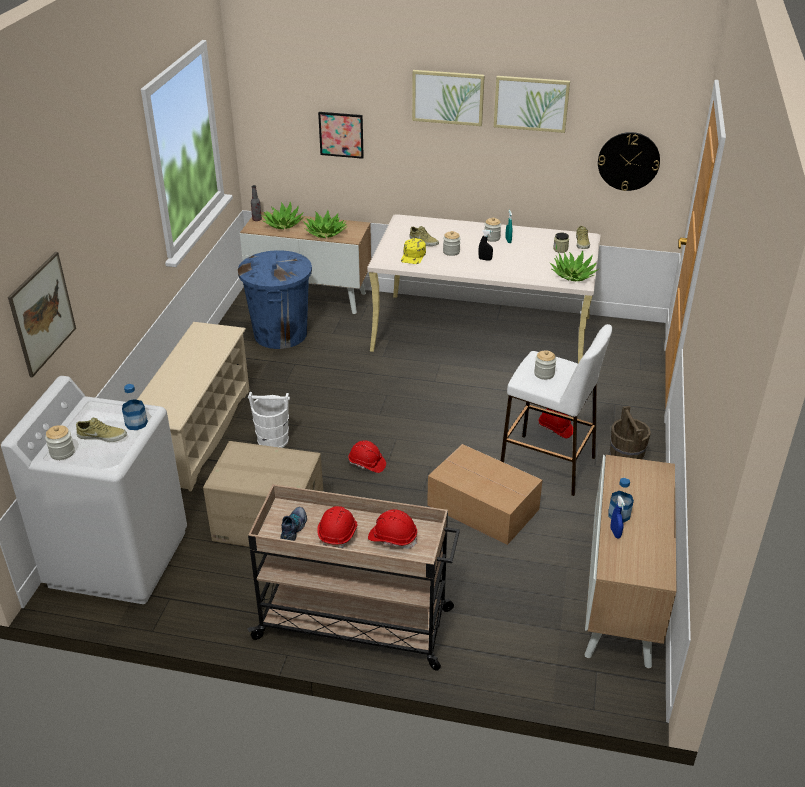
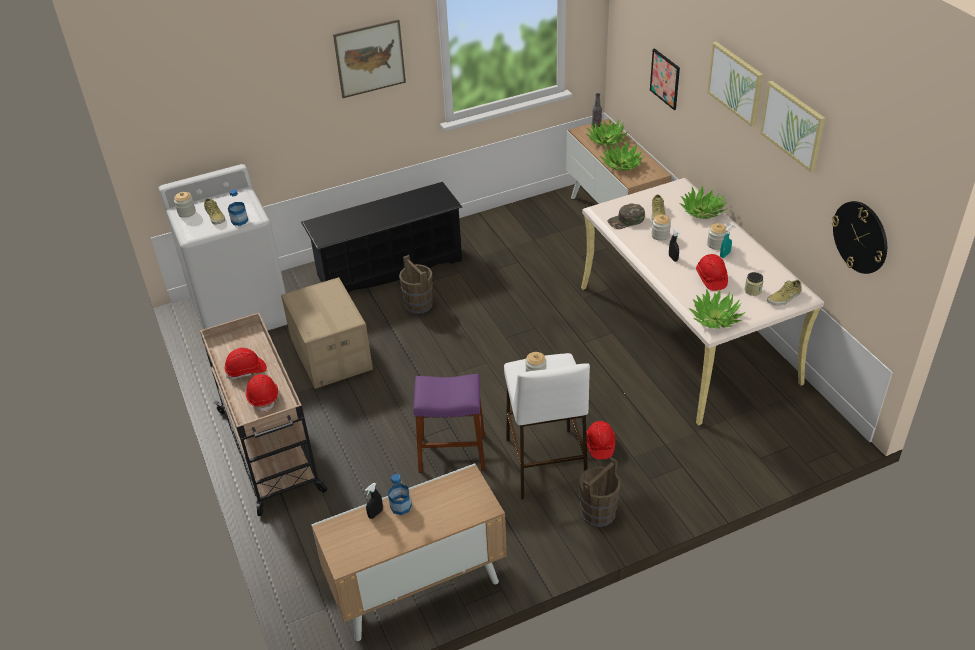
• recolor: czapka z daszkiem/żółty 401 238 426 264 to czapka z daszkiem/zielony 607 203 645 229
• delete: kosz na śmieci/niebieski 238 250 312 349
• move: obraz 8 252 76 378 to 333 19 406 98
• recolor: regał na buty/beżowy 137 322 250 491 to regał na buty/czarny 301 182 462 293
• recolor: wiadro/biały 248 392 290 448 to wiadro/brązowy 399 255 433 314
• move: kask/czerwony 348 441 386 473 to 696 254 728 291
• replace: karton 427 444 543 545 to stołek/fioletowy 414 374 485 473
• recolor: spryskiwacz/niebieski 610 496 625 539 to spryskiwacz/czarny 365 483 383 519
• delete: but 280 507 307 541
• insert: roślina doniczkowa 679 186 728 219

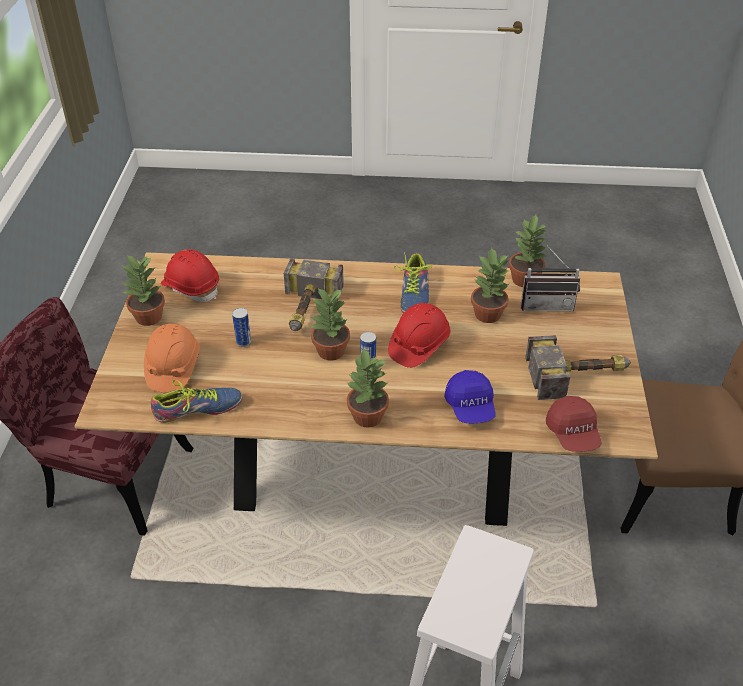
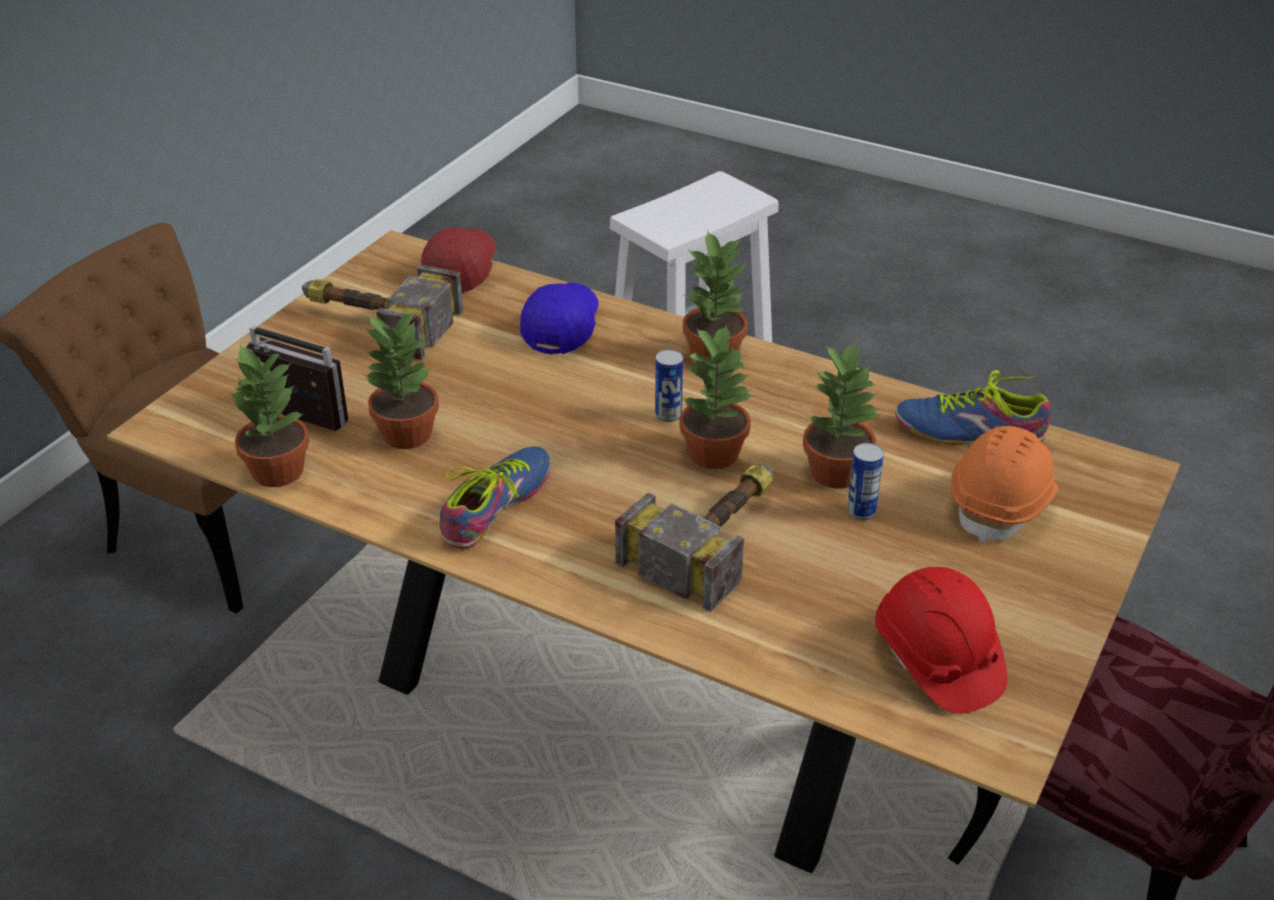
• move: roślina doniczkowa 122 255 165 326 to 803 341 881 489
• delete: kask/czerwony 388 303 451 368

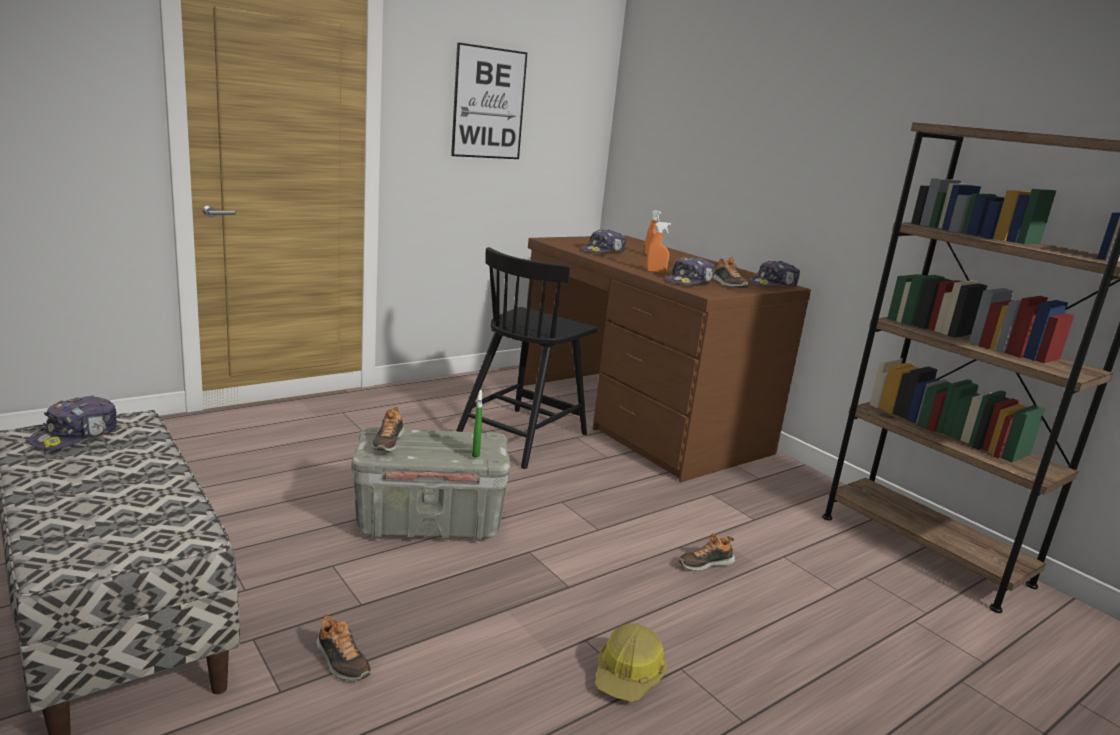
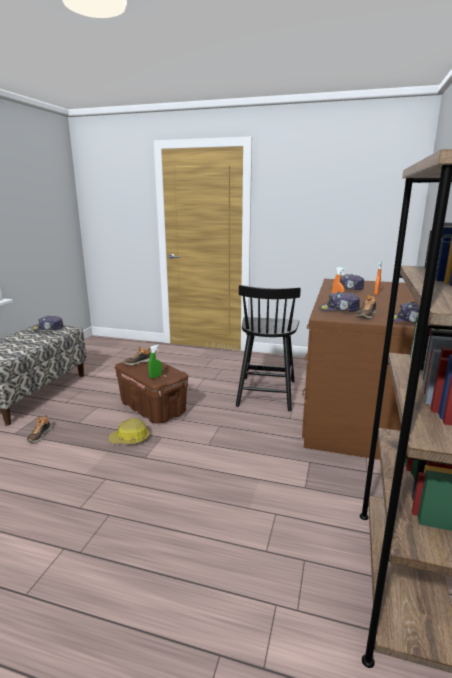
• delete: obraz 451 42 527 159
• rotate: krzesło/czarny 456 247 598 469 = 236 285 301 411 75 degrees counterclockwise
• recolor: pojemnik do przechowywania/szary 351 427 511 541 to pojemnik do przechowywania/brązowy 115 362 188 424
• delete: but 679 533 735 571
• move: kask 595 624 667 702 to 109 418 150 444

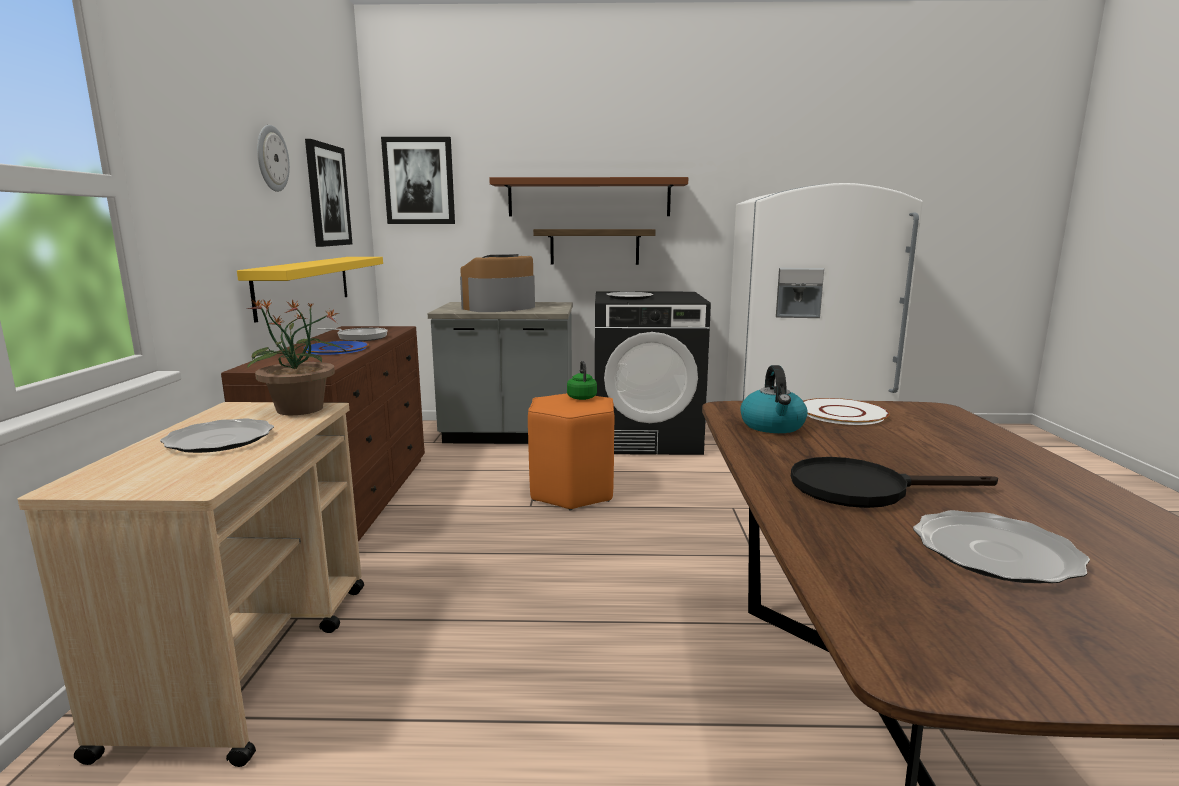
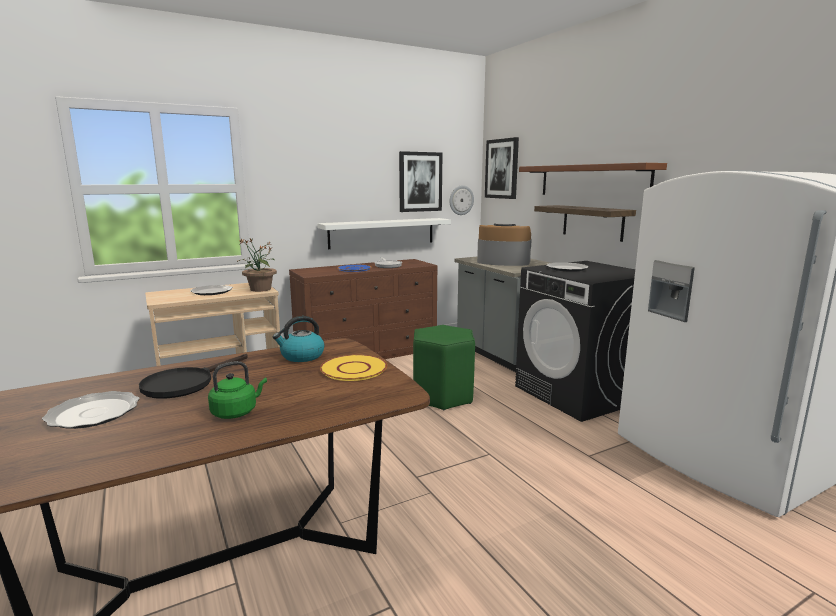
• move: zegar ścienny 257 125 290 192 to 450 185 474 215
• recolor: półka/żółty 237 257 383 323 to półka/biały 317 218 451 249
• move: czajnik/zielony 567 361 597 400 to 208 361 267 419
• recolor: stołek/pomarańczowy 528 393 614 511 to stołek/zielony 413 325 475 410
• recolor: talerz/biały 803 398 890 425 to talerz/żółty 320 355 387 381
• rotate: patelnia/czarny 791 457 998 508 = 139 354 248 399 120 degrees counterclockwise

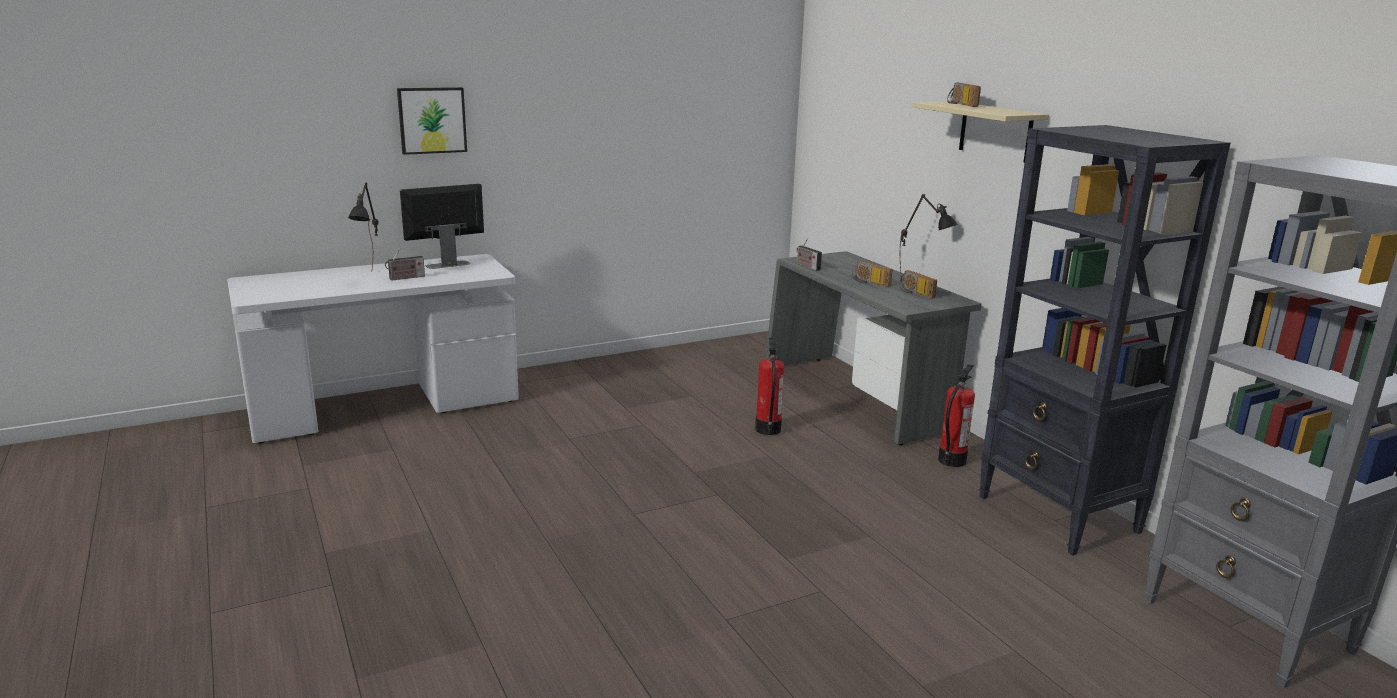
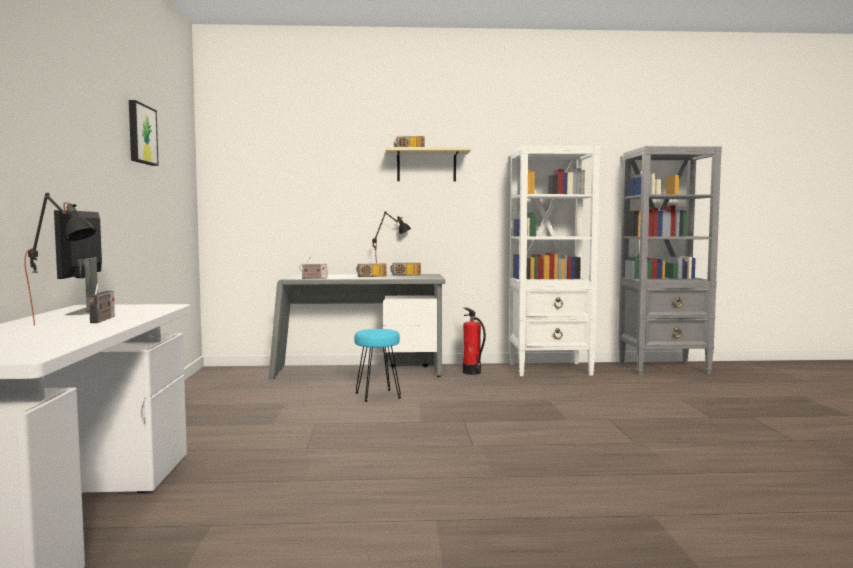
• move: obraz 397 87 467 155 to 129 100 159 166
• recolor: regał/czarny 979 125 1231 556 to regał/biały 509 145 600 376
• replace: gaśnica 755 337 784 435 to stołek/turkusowy 354 329 401 402

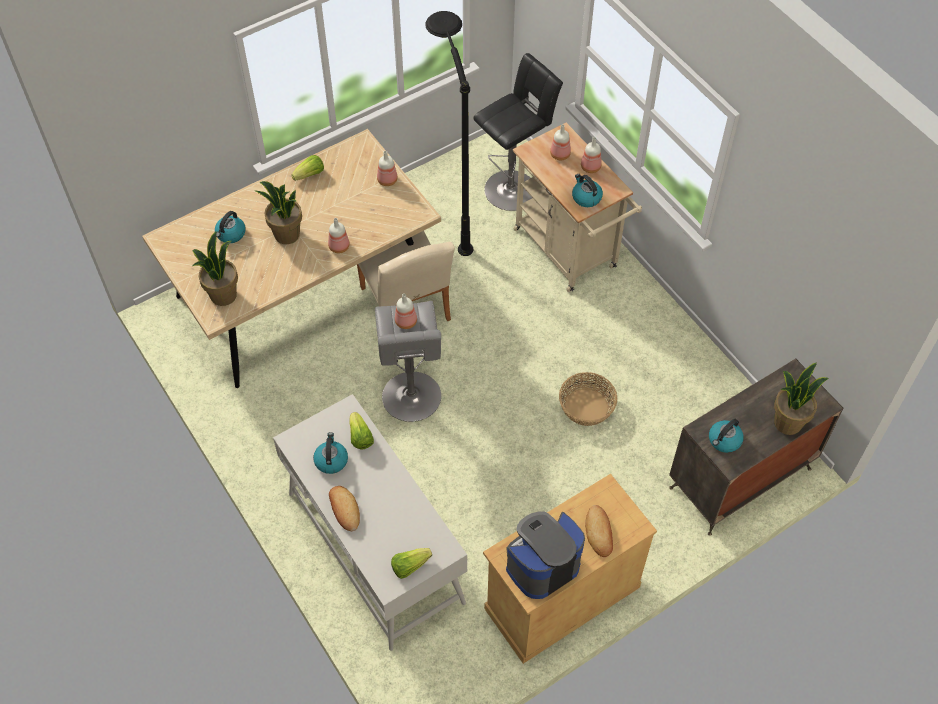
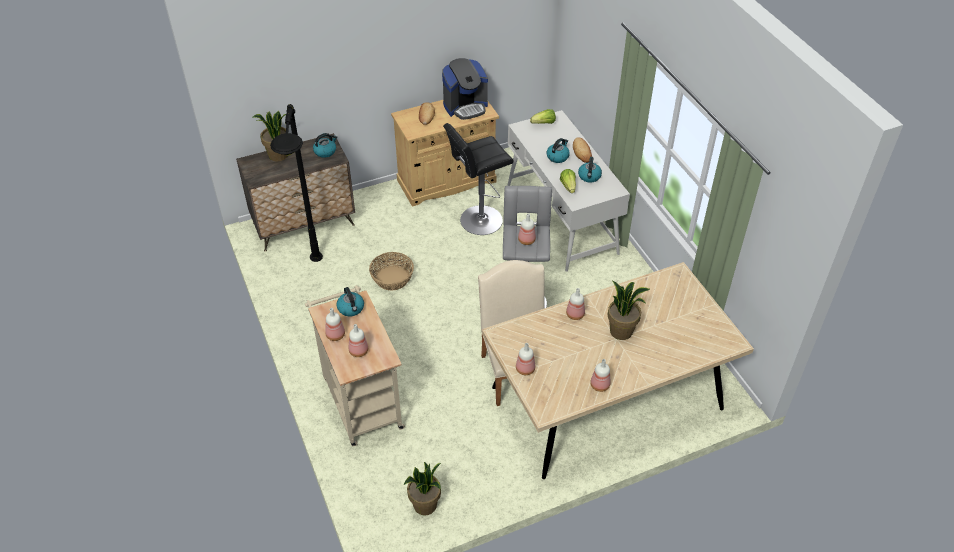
• move: lampa stojąca/czarny 425 11 473 256 to 270 104 323 262
• move: stołek/czarny 473 53 563 211 to 443 123 514 235
• replace: sałata 291 155 324 181 to butelka 590 359 611 392
• move: czajnik 215 211 246 243 to 547 138 570 163
• move: roślina doniczkowa 192 231 238 306 to 403 462 441 515

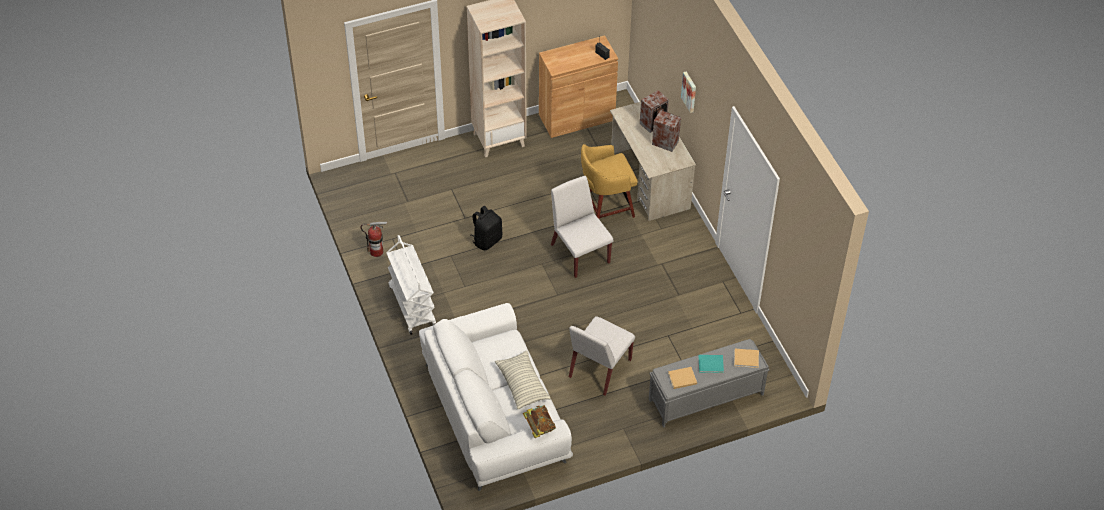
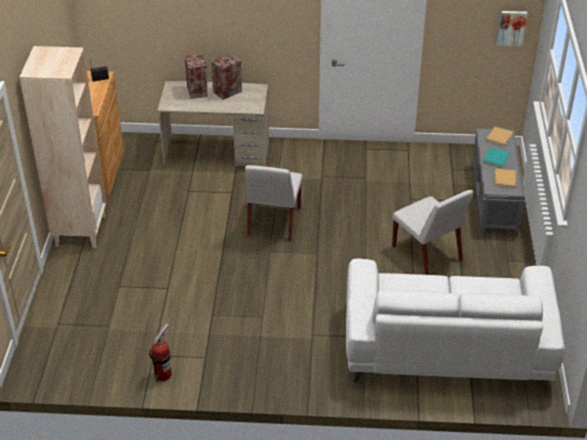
• move: obraz 681 72 696 113 to 497 11 528 47
• delete: stołek/żółty 581 144 637 219
• rotate: krzesło/biały 551 176 613 278 = 245 165 302 242 75 degrees counterclockwise
• delete: plecak/czarny 471 206 502 250
• delete: wózek/biały 386 235 436 335
• delete: poduszka 495 350 551 409
• delete: książka 523 405 556 438

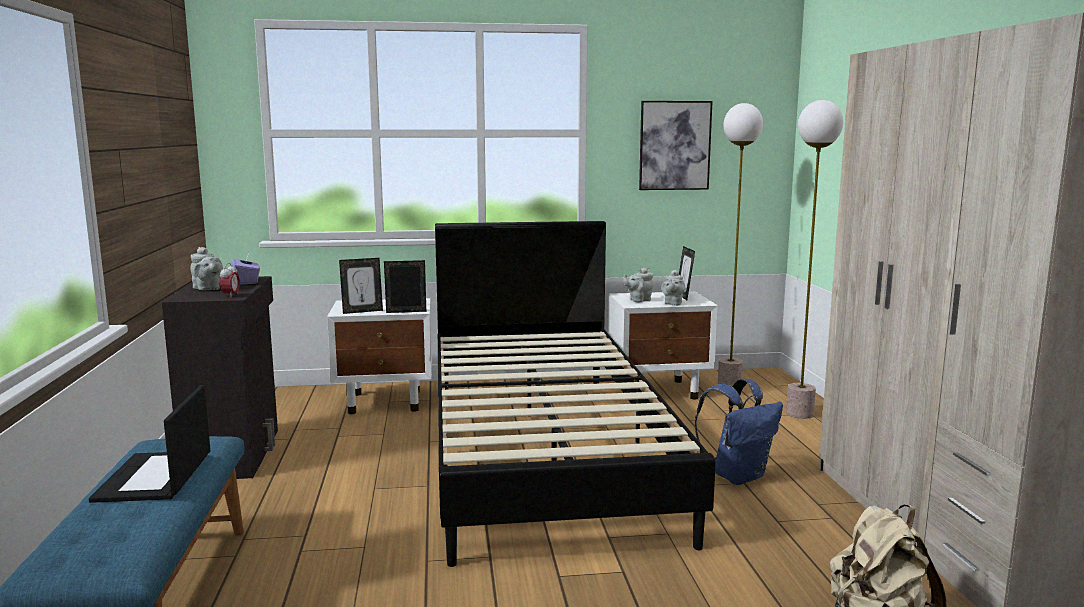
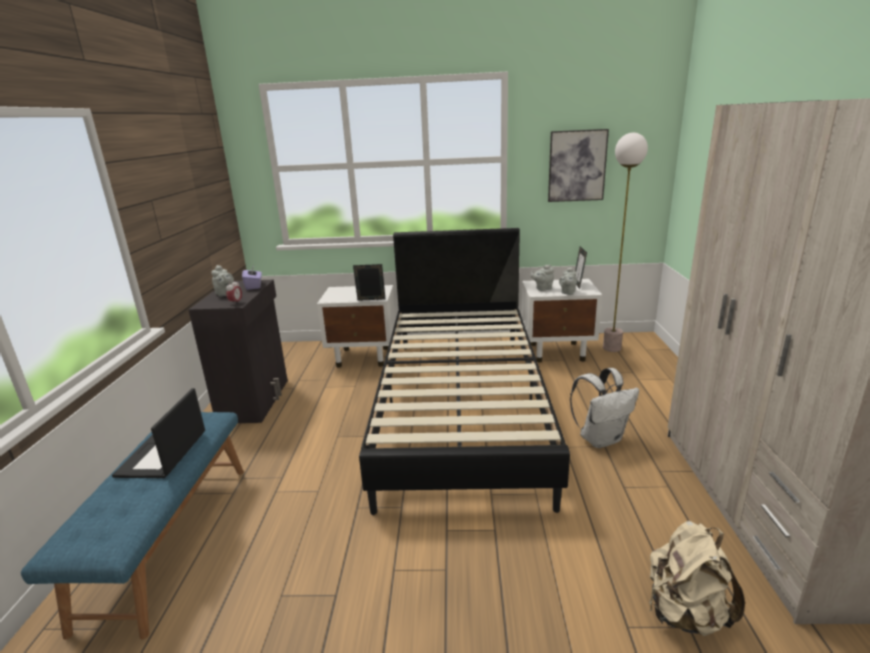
• delete: lampa stojąca 786 100 843 419
• delete: ramka na zdjęcie 339 258 383 314
• recolor: plecak/niebieski 695 378 783 485 to plecak/biały 570 368 639 448

